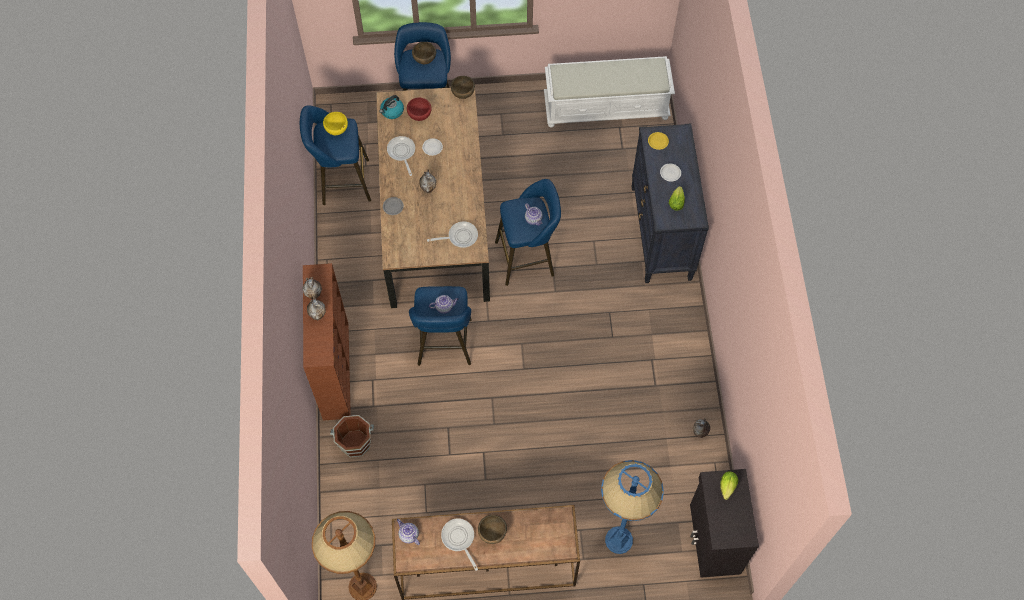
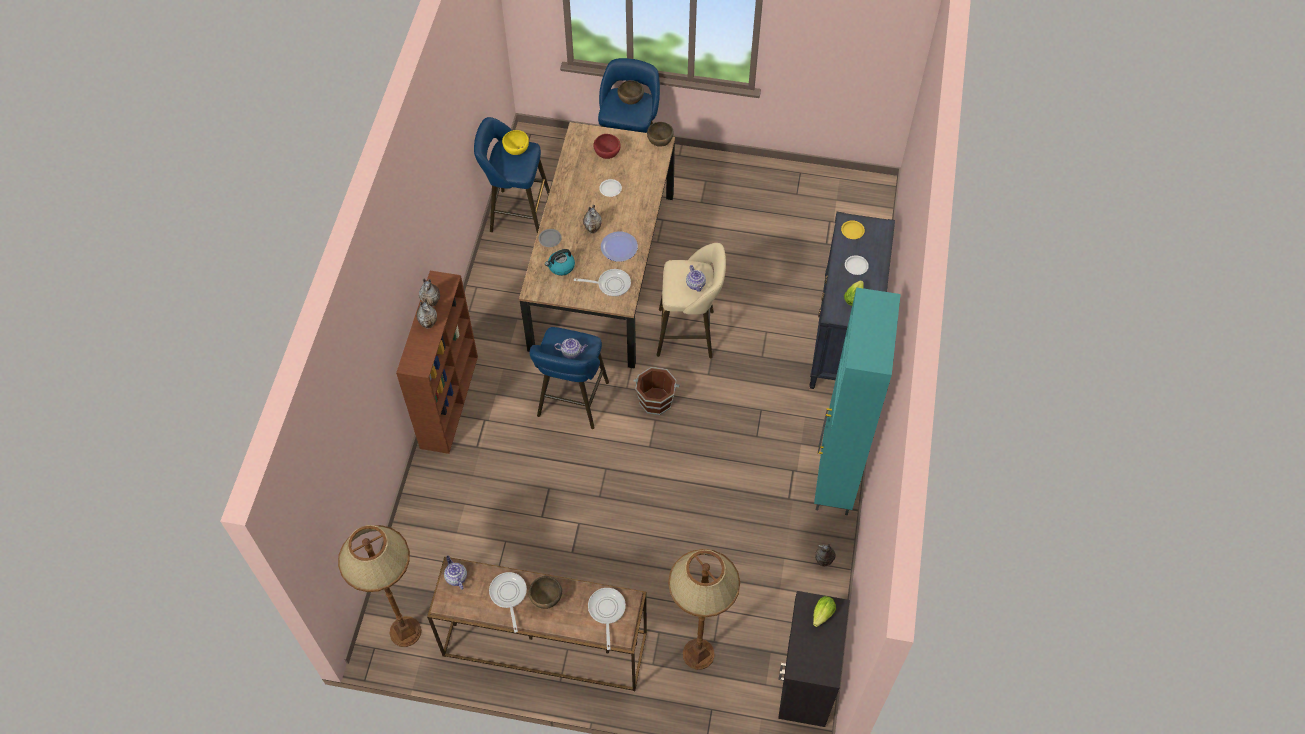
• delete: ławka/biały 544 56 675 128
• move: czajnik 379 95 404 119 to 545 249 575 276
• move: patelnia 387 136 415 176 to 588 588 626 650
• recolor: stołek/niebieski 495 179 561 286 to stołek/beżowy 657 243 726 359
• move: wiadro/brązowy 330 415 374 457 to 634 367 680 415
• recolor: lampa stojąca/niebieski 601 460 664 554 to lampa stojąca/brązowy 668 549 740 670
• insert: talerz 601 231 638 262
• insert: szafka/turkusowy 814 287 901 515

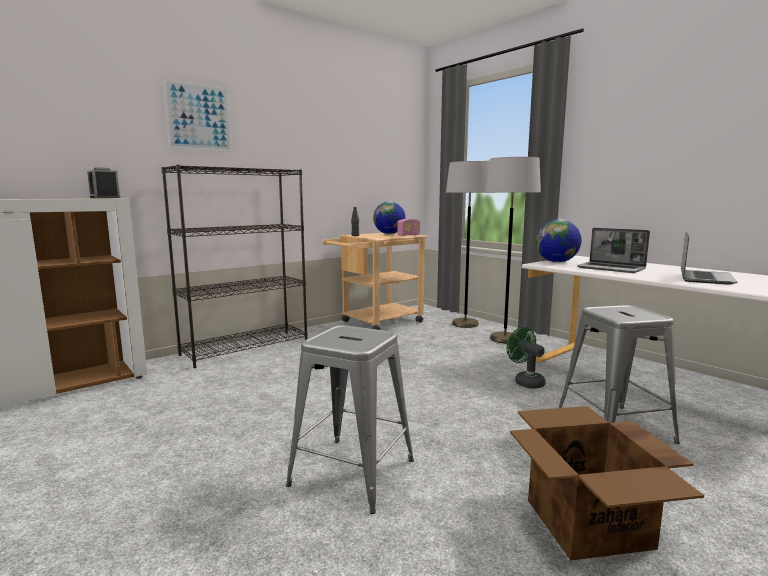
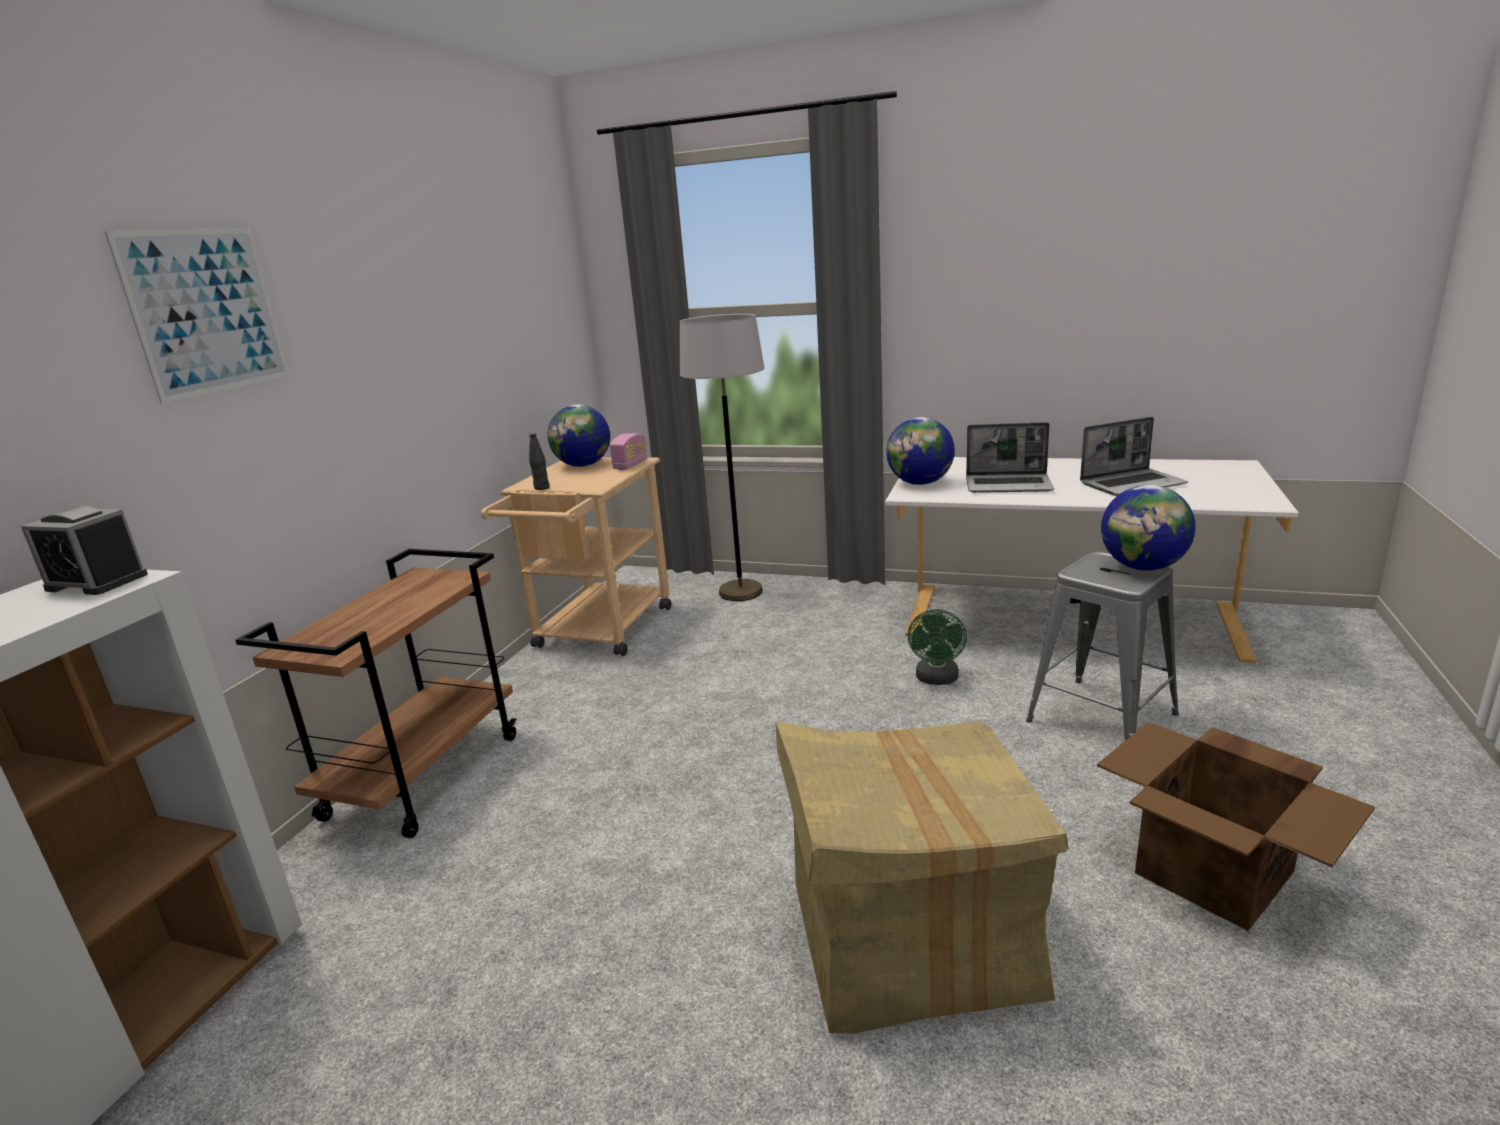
• delete: lampa stojąca/szary 485 157 541 344
• replace: regał/czarny 161 165 308 368 to wózek/brązowy 235 549 517 838
• rotate: laptop 681 232 737 285 = 1080 417 1188 496 75 degrees clockwise
• replace: stołek/szary 286 325 414 514 to karton 776 721 1069 1034
• rotate: wentylator/zielony 507 327 546 389 = 908 609 967 685 105 degrees counterclockwise
• insert: globus 1101 485 1195 571

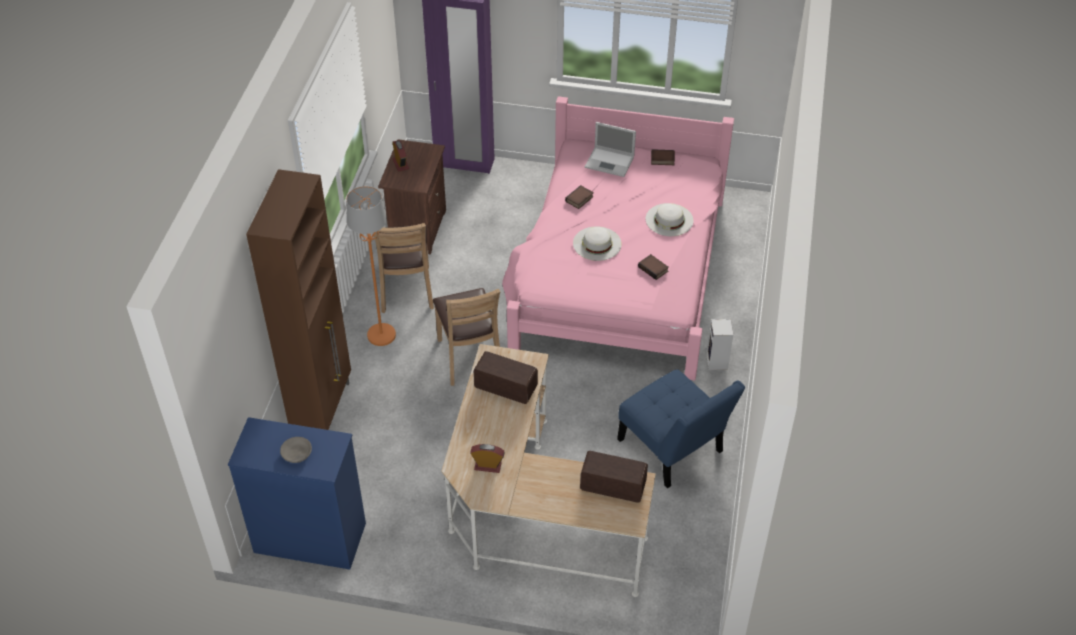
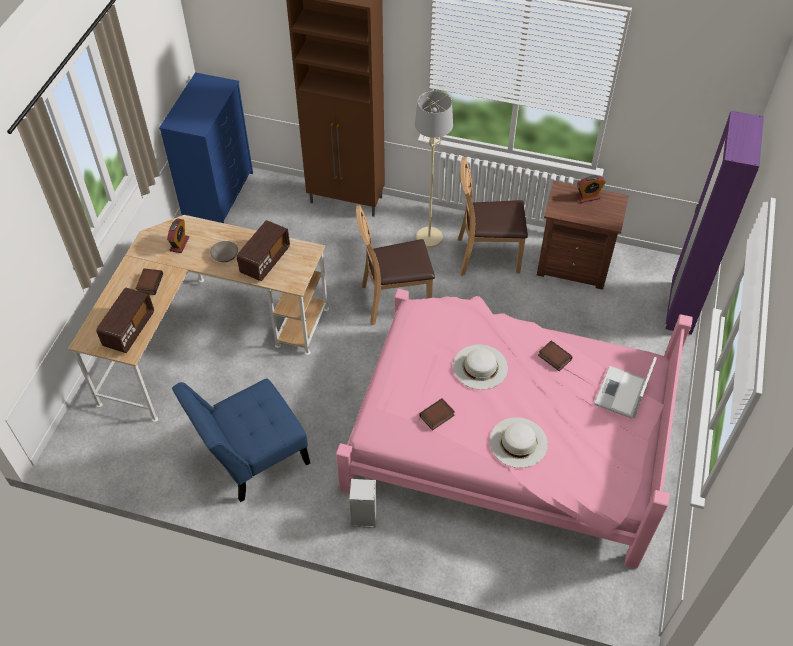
• move: książka 651 149 675 165 to 135 268 163 295
• recolor: lampa stojąca/pomarańczowy 346 186 396 346 to lampa stojąca/beżowy 415 91 453 248
• move: miska/szary 280 437 312 463 to 210 241 238 262

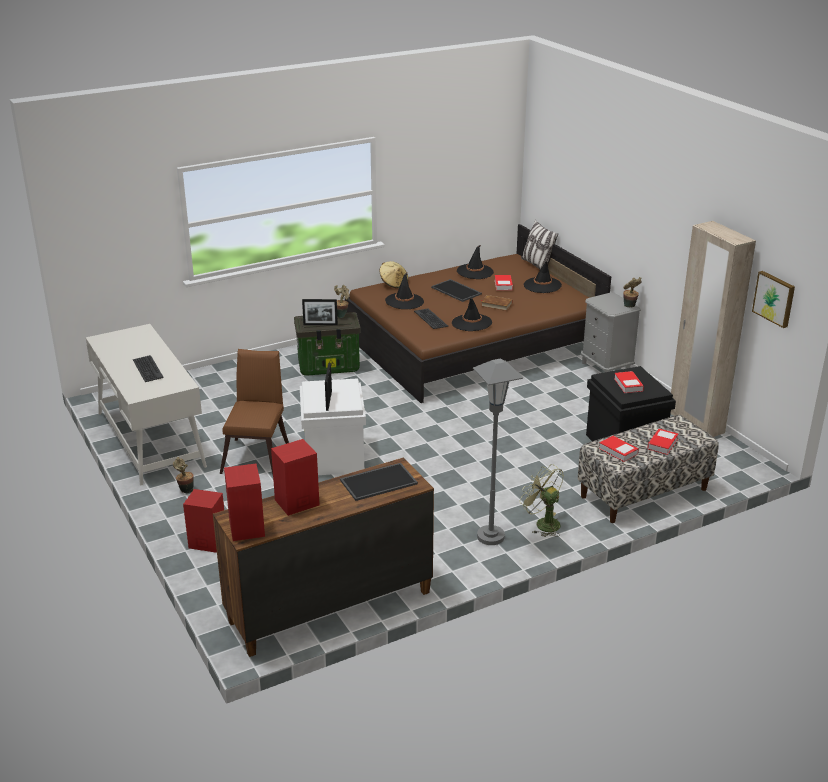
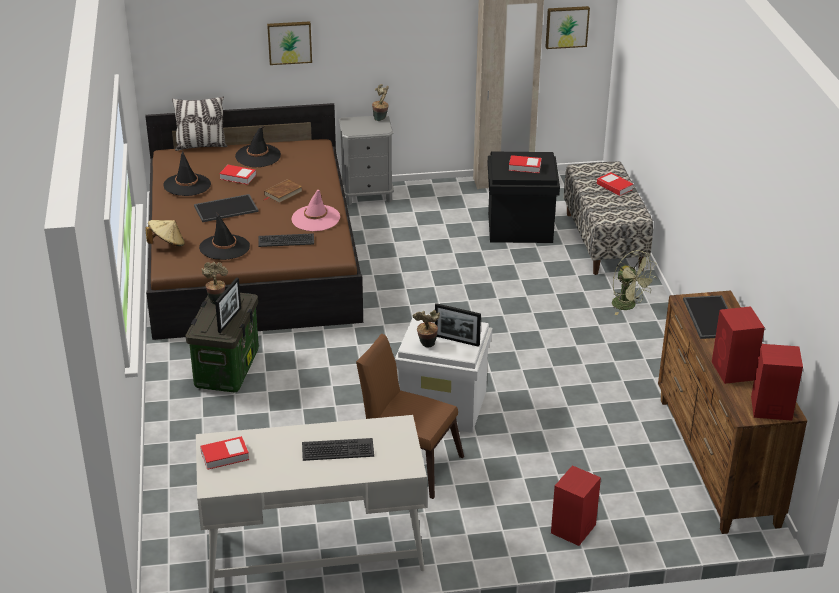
• recolor: kapelusz/czarny 452 298 492 331 to kapelusz/różowy 291 190 340 231
• delete: lampa stojąca/szary 473 359 523 545
• move: książka 599 436 639 462 to 200 436 249 470
• move: roślina doniczkowa 173 457 194 493 to 412 310 440 348
• rotate: wentylator/zielony 519 464 564 537 = 612 250 657 315 105 degrees counterclockwise
• insert: obraz 267 21 312 65

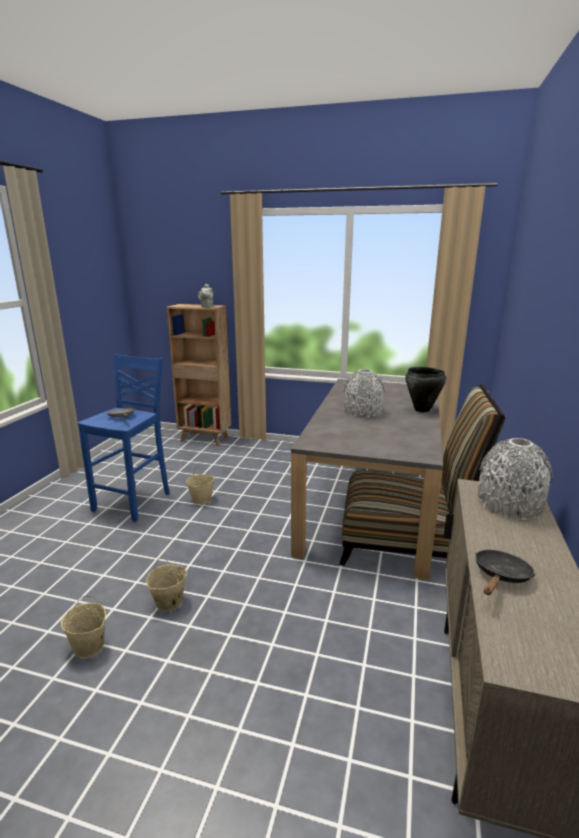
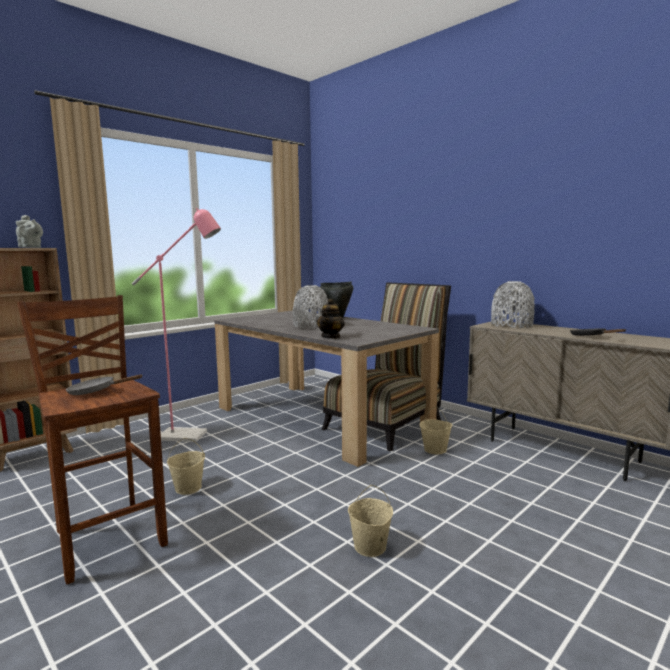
• recolor: stołek/niebieski 78 354 170 522 to stołek/brązowy 17 295 168 584
• move: wiadro/beżowy 61 596 106 658 to 419 407 452 454
• insert: lampa stojąca/różowy 132 208 221 442
• insert: imbryk 317 299 345 339

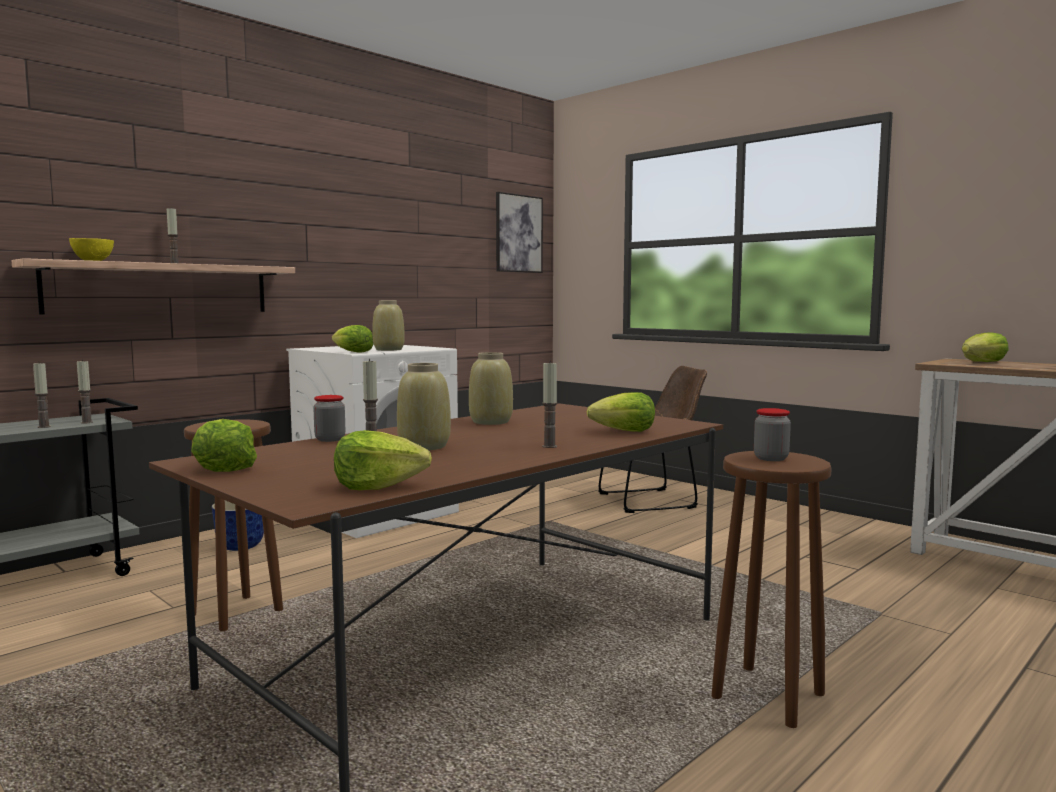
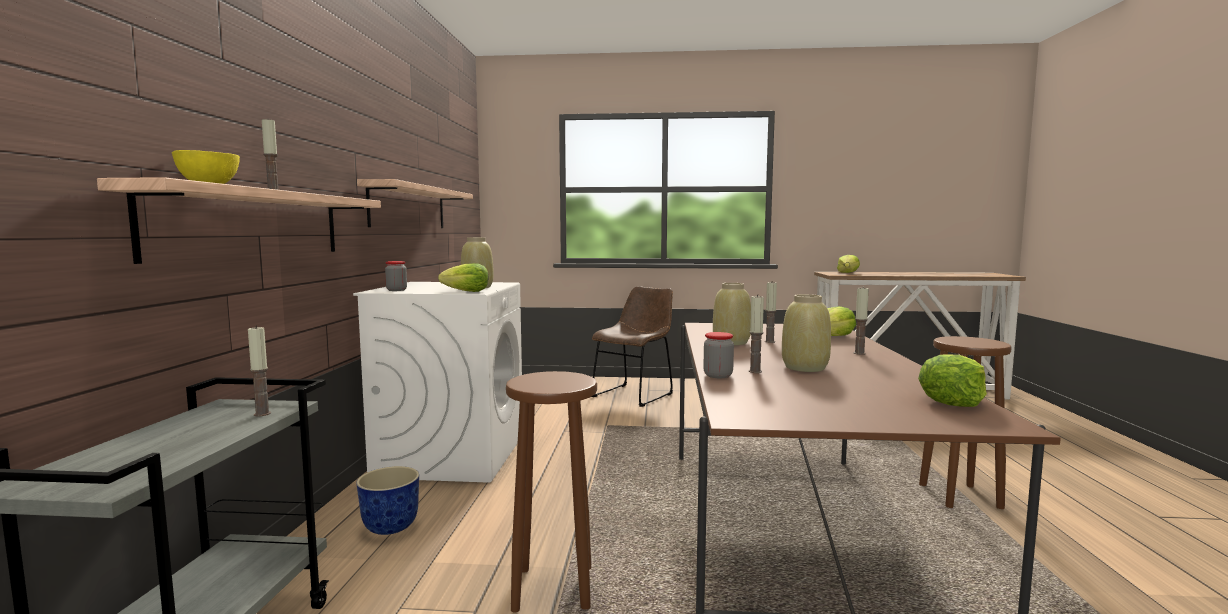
• delete: obraz 496 192 543 273
• move: świeca 33 363 51 428 to 765 282 777 343
• move: słoik 754 408 791 461 to 385 261 407 291
• delete: sałata 191 419 257 472
• insert: półka 357 179 473 228

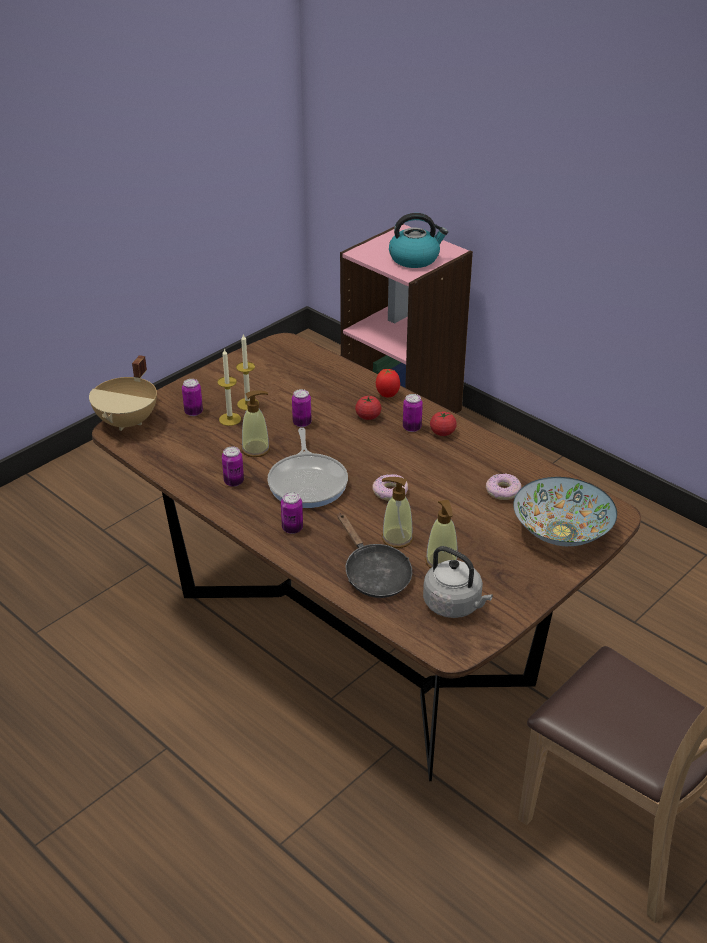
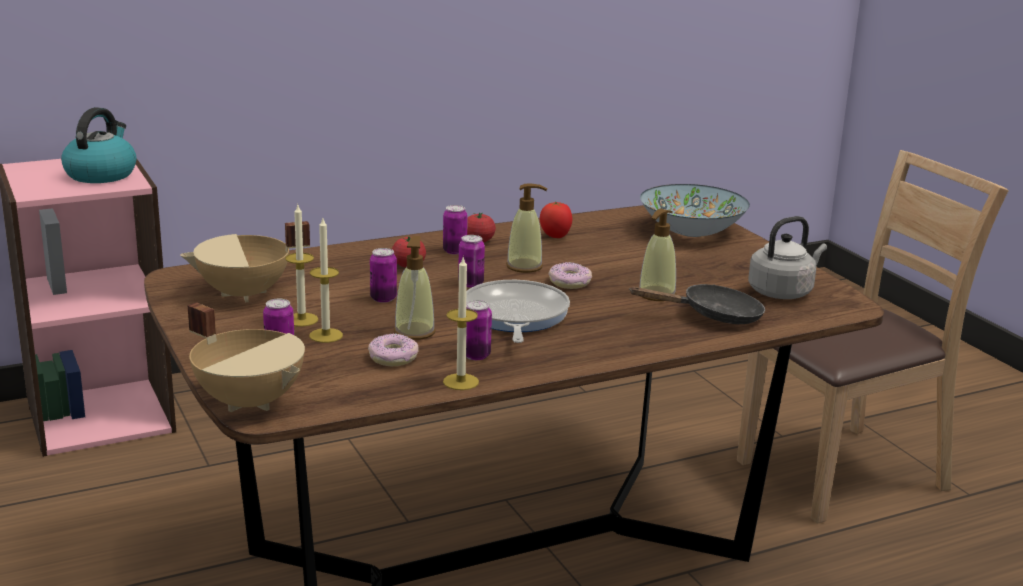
• move: pomidor 376 368 400 397 to 540 201 572 238
• rotate: patelnia 267 428 348 508 = 466 280 570 343 105 degrees counterclockwise
• move: donut 486 474 521 500 to 368 334 418 366
• move: puszka 281 492 303 534 to 458 235 485 288
• move: dozownik mydła 425 500 458 568 to 506 183 547 273
• insert: garnek/beżowy 180 221 310 302
• insert: świeca 443 258 479 390

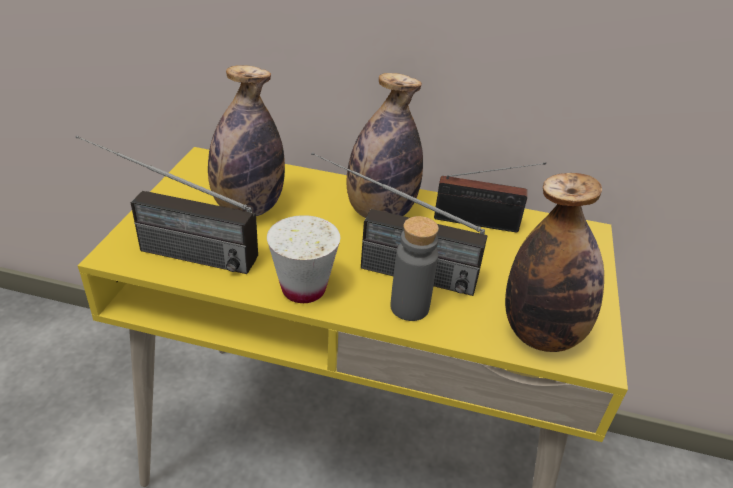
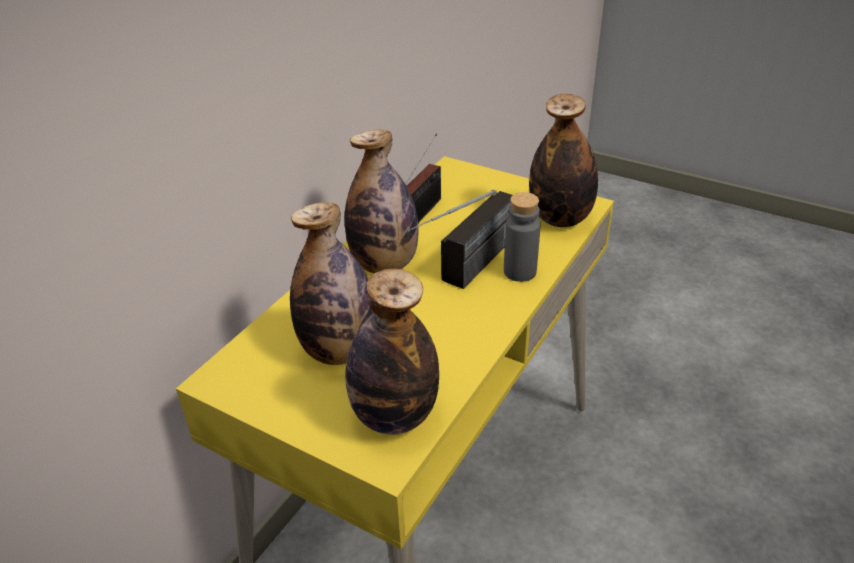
• replace: radio 76 135 258 274 to butelka 345 269 439 435
• delete: filiżanka/biały 267 215 340 303

